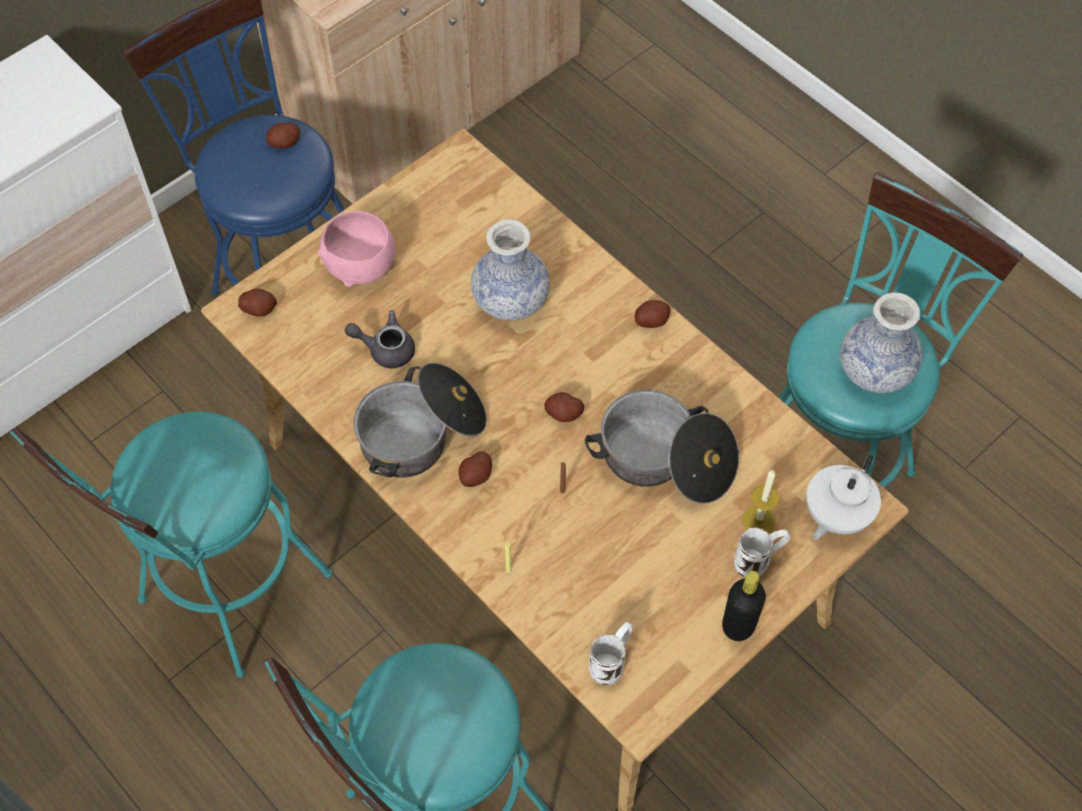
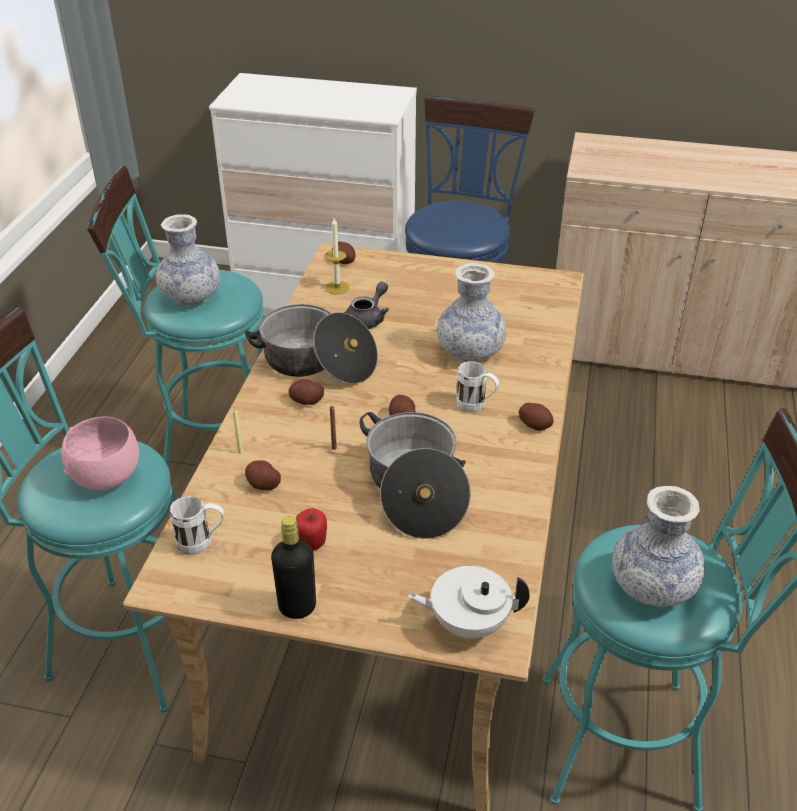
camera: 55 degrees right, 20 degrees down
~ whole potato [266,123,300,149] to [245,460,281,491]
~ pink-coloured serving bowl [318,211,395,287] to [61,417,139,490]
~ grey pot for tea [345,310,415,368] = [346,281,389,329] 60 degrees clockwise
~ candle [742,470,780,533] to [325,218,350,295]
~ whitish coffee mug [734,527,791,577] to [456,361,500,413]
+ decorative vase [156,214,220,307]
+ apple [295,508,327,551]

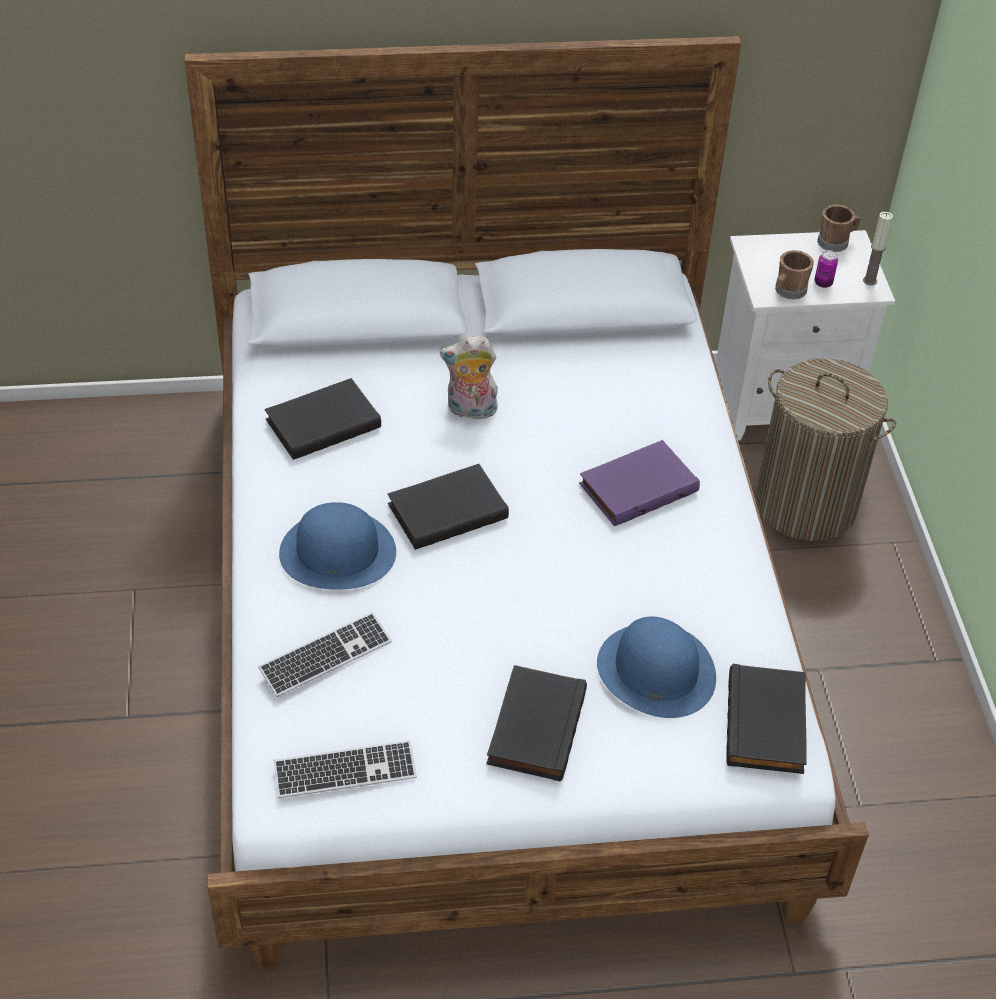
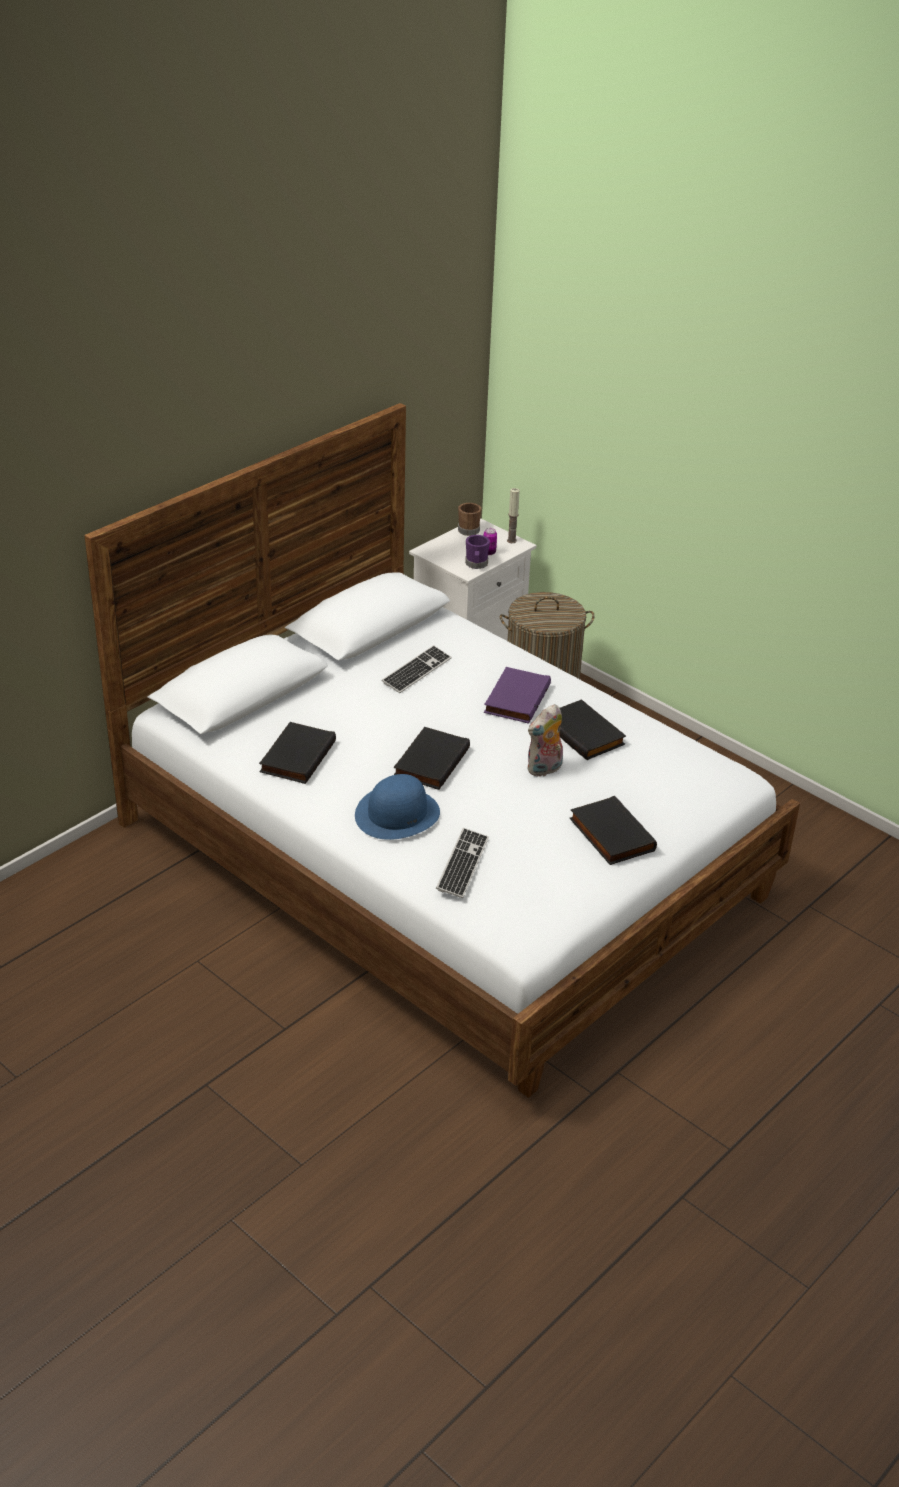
camera: 40 degrees left, 10 degrees down
~ brownish coffee mug [775,250,814,299] to purplish coffee mug [465,535,490,569]
~ plush toy [440,336,498,419] to [527,704,563,777]
- bluish hat [597,616,716,718]
~ blackish volume [726,664,807,774] to [559,699,626,760]
~ PC keyboard [274,740,417,798] to [382,645,452,693]

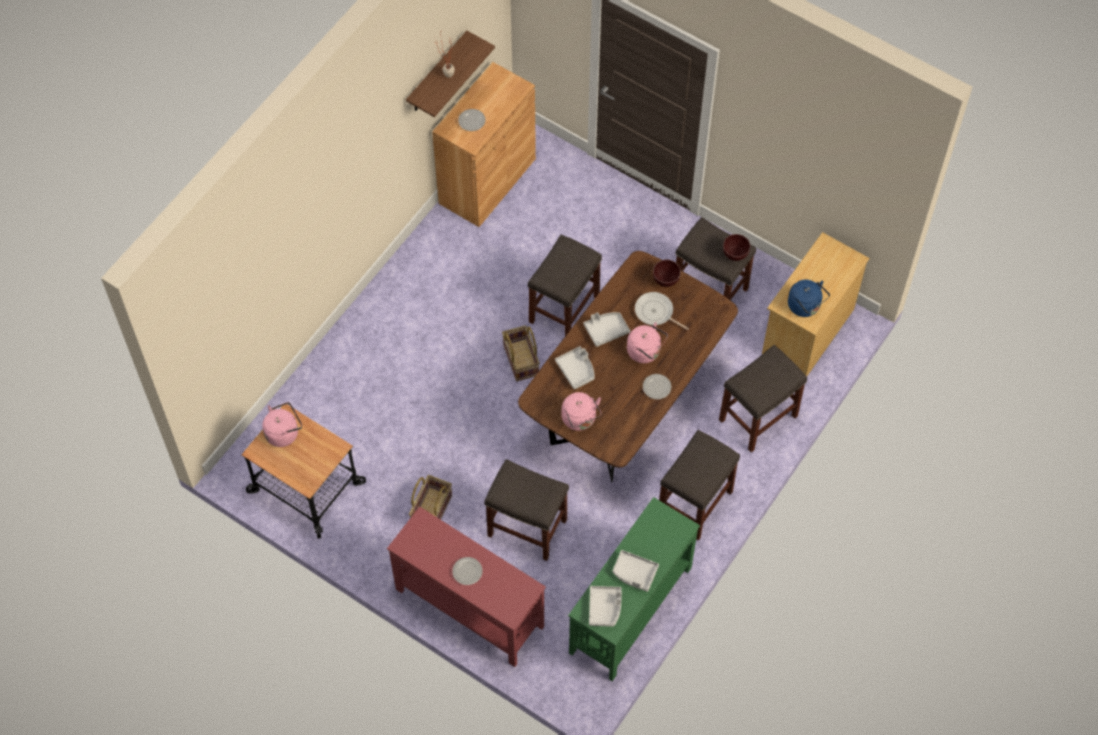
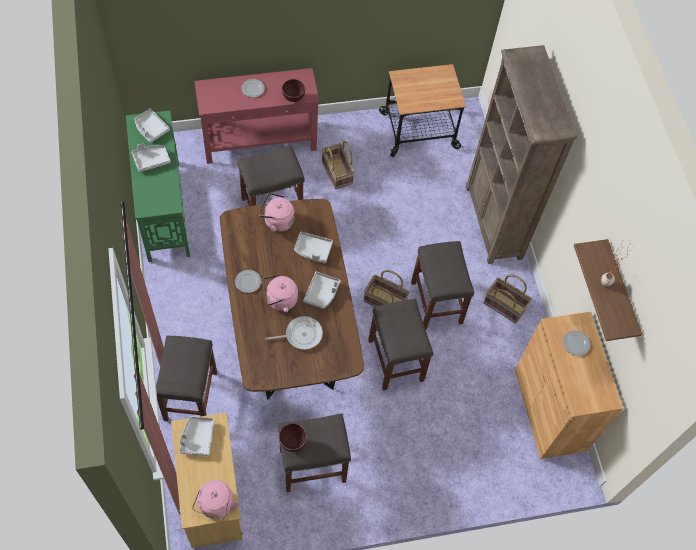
camera: 130 degrees right, 0 degrees up
~ brownish serving bowl [653,260,681,287] to [282,79,305,102]
~ bluish kettle [788,280,830,317] to grey serving tray [179,416,215,456]
~ pink-coloured kettle [262,402,302,447] to [192,480,239,519]
~ grey stool [659,430,740,541] to [411,241,474,330]
+ brownish bookshelf [466,45,577,264]
+ household basket [483,274,532,324]

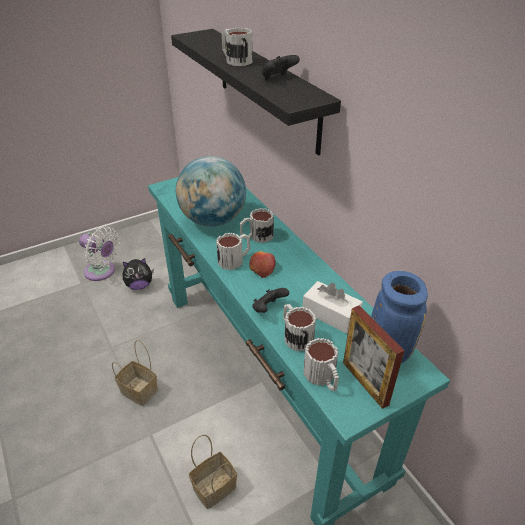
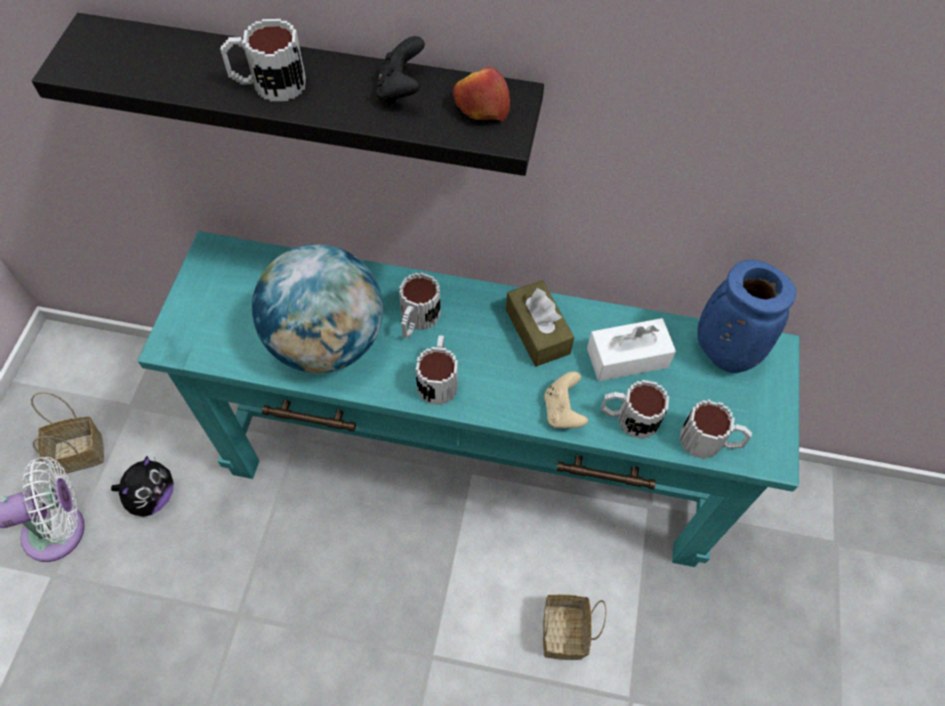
camera: 50 degrees left, 20 degrees up
~ apple [249,251,276,278] to [453,67,510,121]
~ blackish game controller [252,288,289,313] to beige-coloured game controller [544,371,588,429]
- standing frame [343,305,405,409]
~ household basket [112,340,158,406] to [31,392,104,474]
+ brownish tissue holder [506,280,574,367]

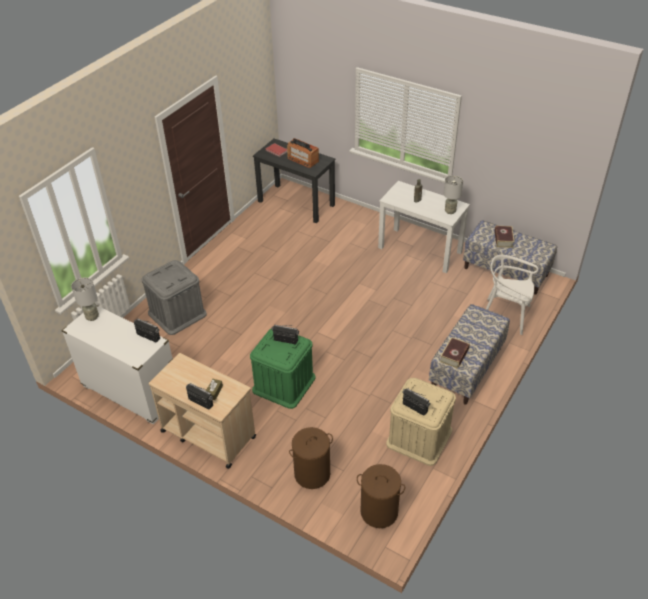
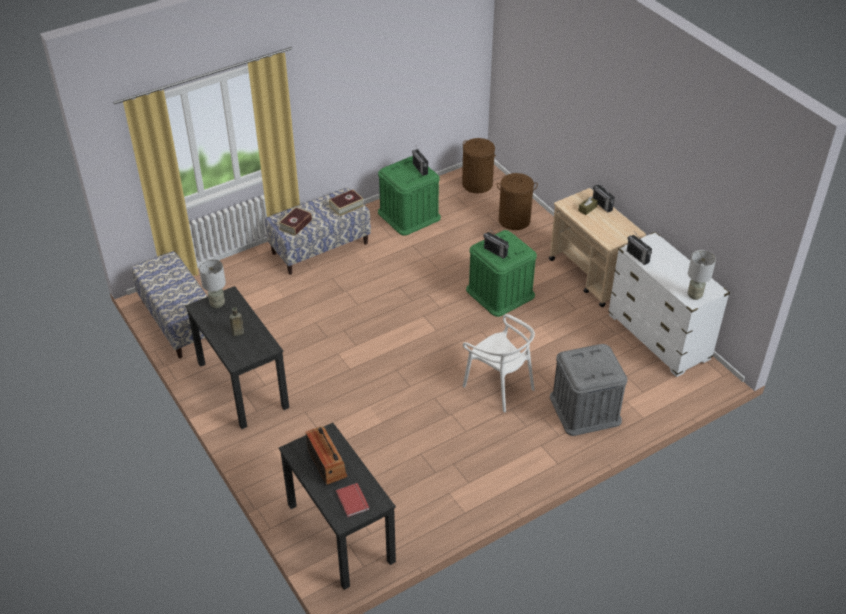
camera: 155 degrees left, 0 degrees up
~ whitish desk table [378,181,470,273] to blackish desk table [185,286,289,429]
~ volume [495,226,515,248] to [278,207,312,236]
~ whitish upright chair [486,255,539,335] to [463,314,535,412]
~ beige-coloured storage box [386,378,456,466] to green storage box [378,156,441,236]

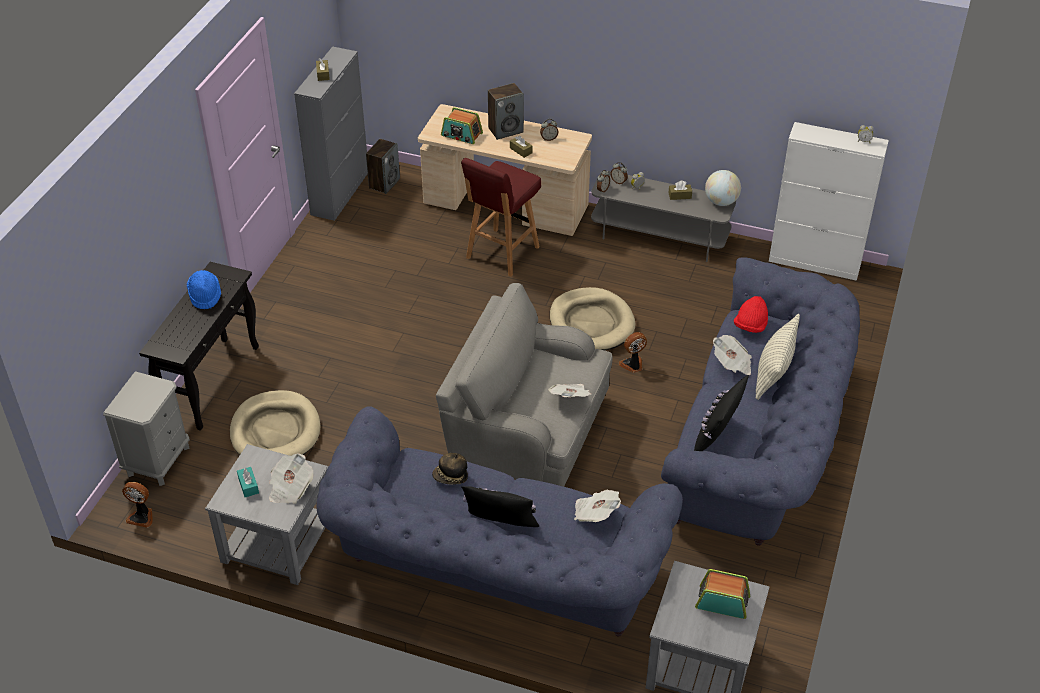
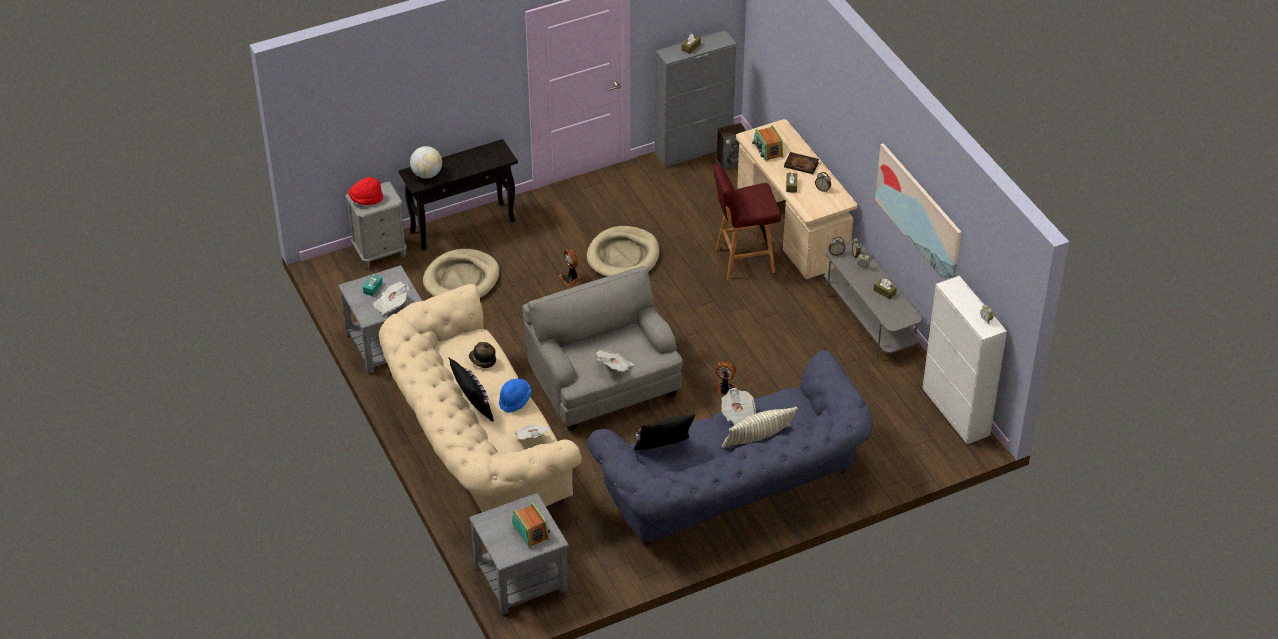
camera: 45 degrees right, 0 degrees up
~ audio speaker [488,83,524,140] to volume [784,152,819,174]
~ globe [705,170,741,206] to [410,146,442,179]
~ bluish hat [187,270,221,309] to [499,379,531,413]
~ beige-coloured dog bed [550,287,635,350] to [587,226,660,277]
~ reddish hat [734,296,768,333] to [349,177,383,205]
~ bluish sofa [316,406,683,637] to beige-coloured sofa [379,284,582,512]
~ fan [122,482,153,528] to [559,249,580,287]
+ wall art [875,143,962,281]

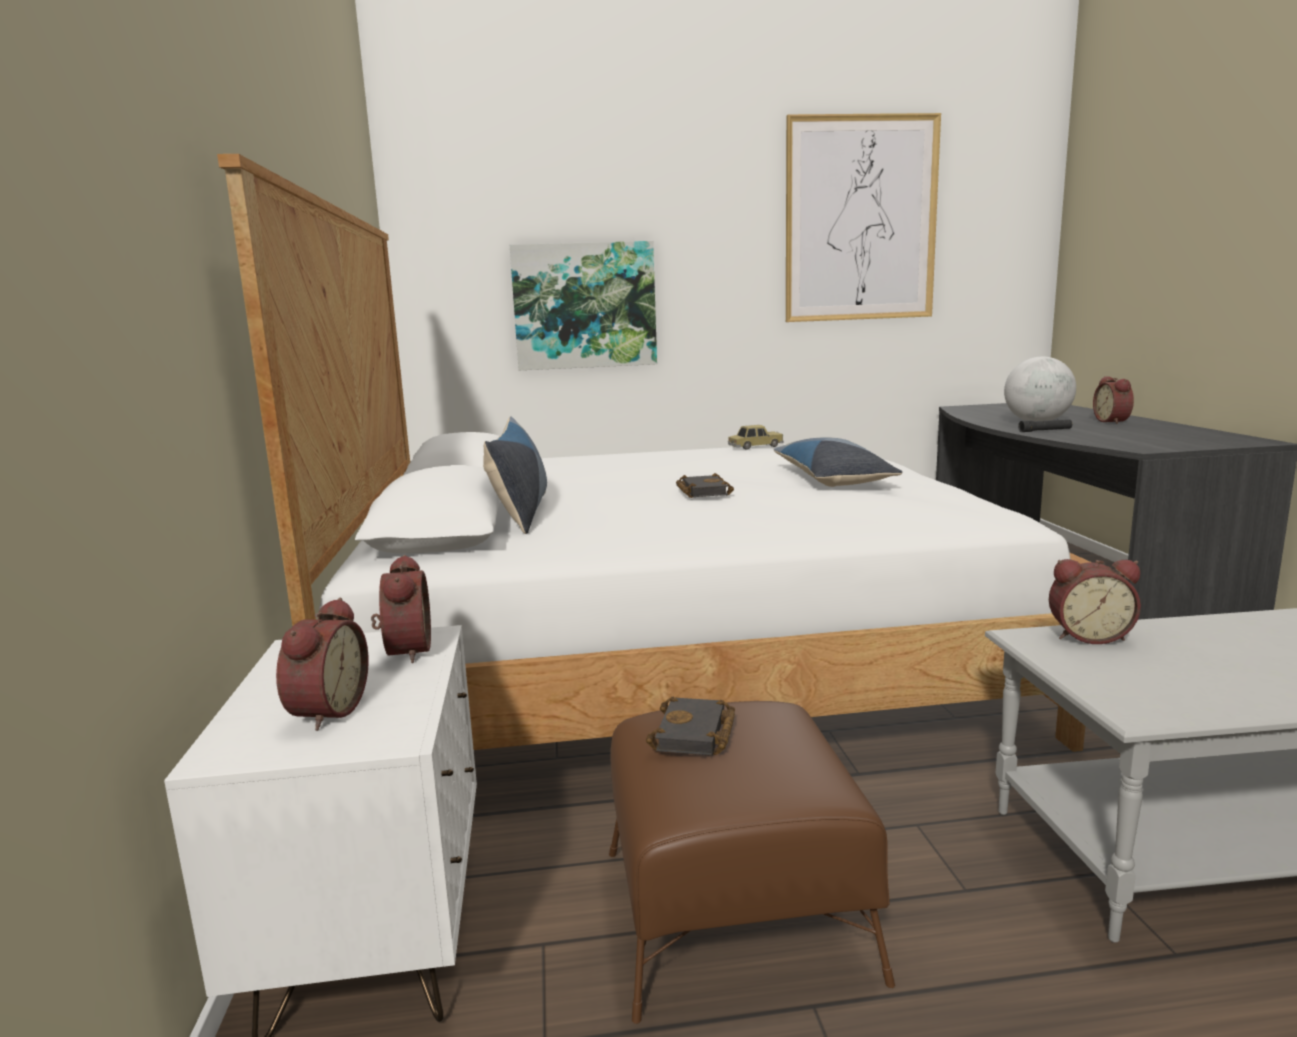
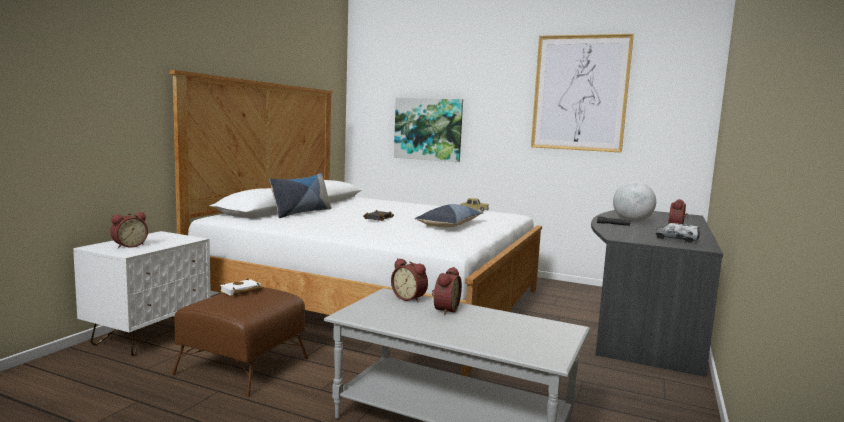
camera: 30 degrees right, 5 degrees down
~ bedside clock [371,555,431,663] to [432,267,462,315]
~ blackish volume [646,697,735,756] to whitish volume [220,278,262,296]
+ toy truck [656,223,700,243]

